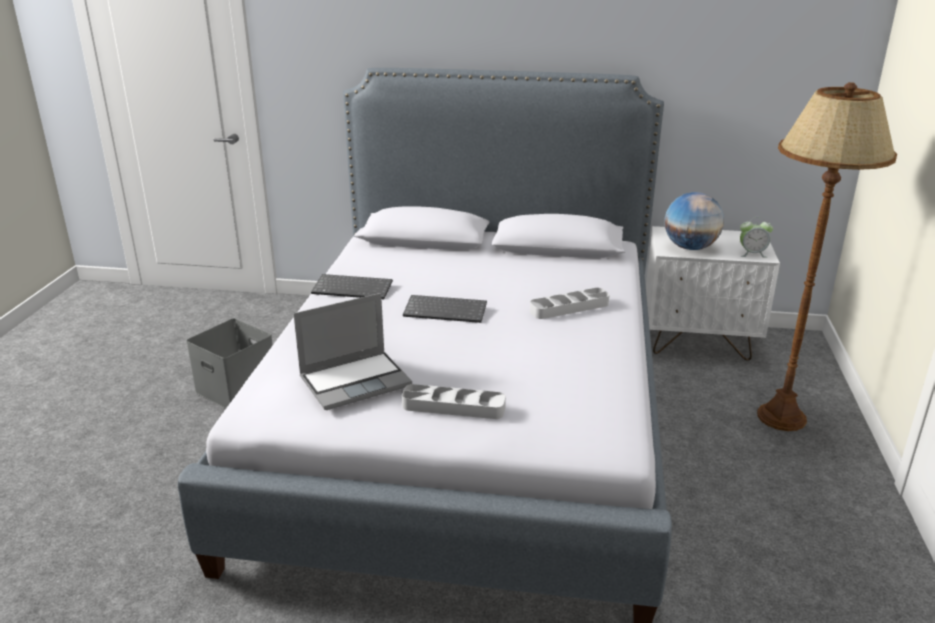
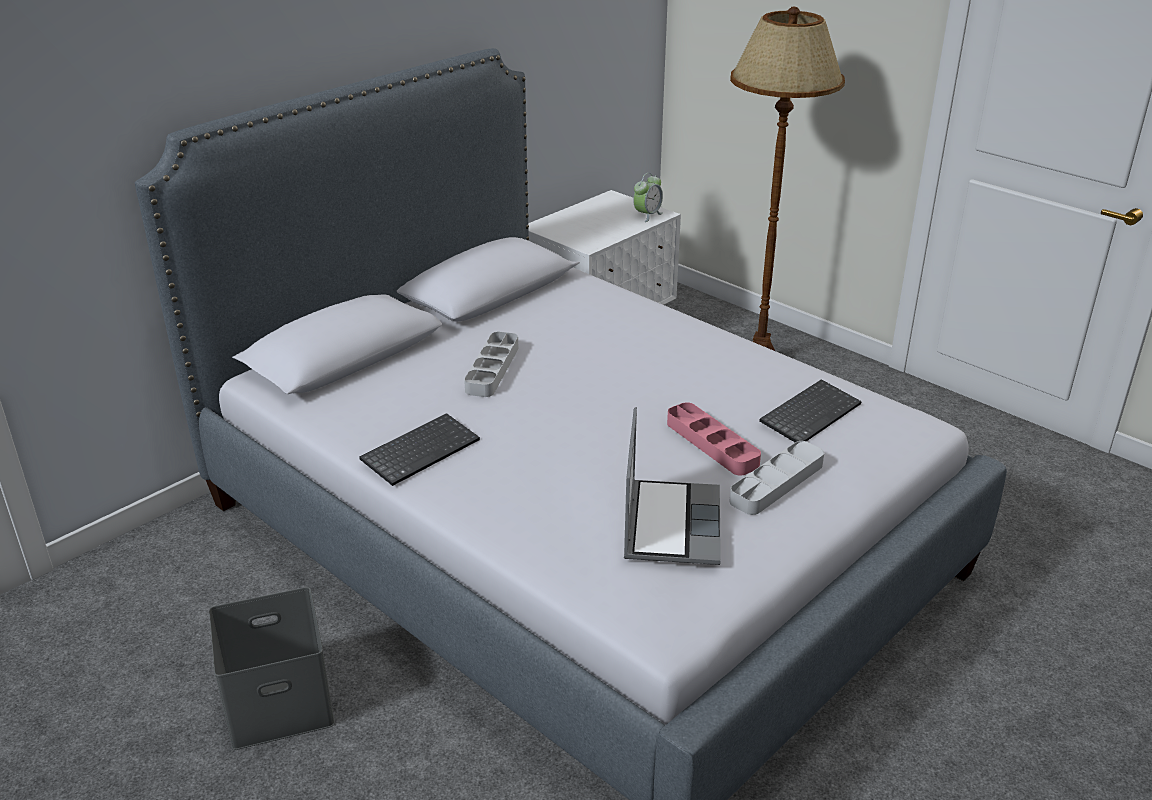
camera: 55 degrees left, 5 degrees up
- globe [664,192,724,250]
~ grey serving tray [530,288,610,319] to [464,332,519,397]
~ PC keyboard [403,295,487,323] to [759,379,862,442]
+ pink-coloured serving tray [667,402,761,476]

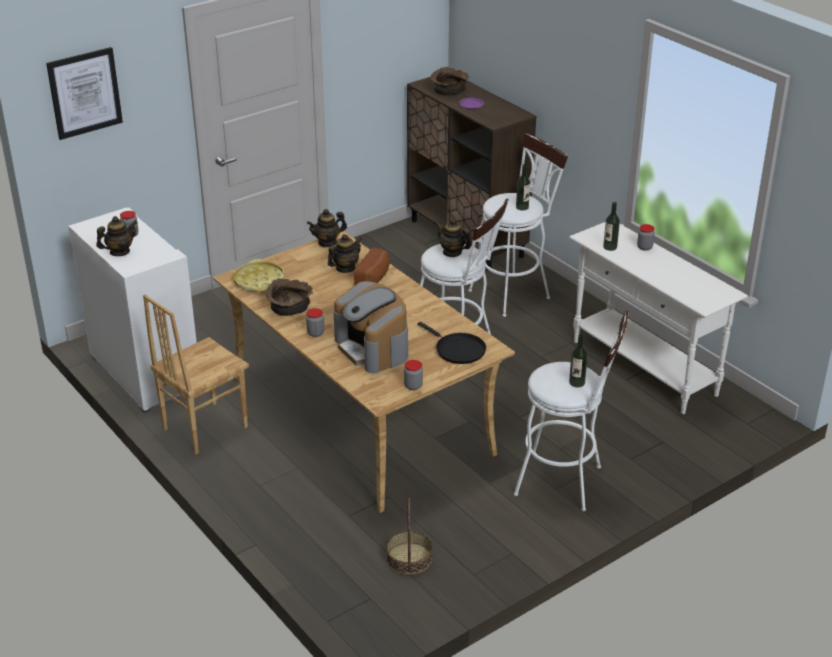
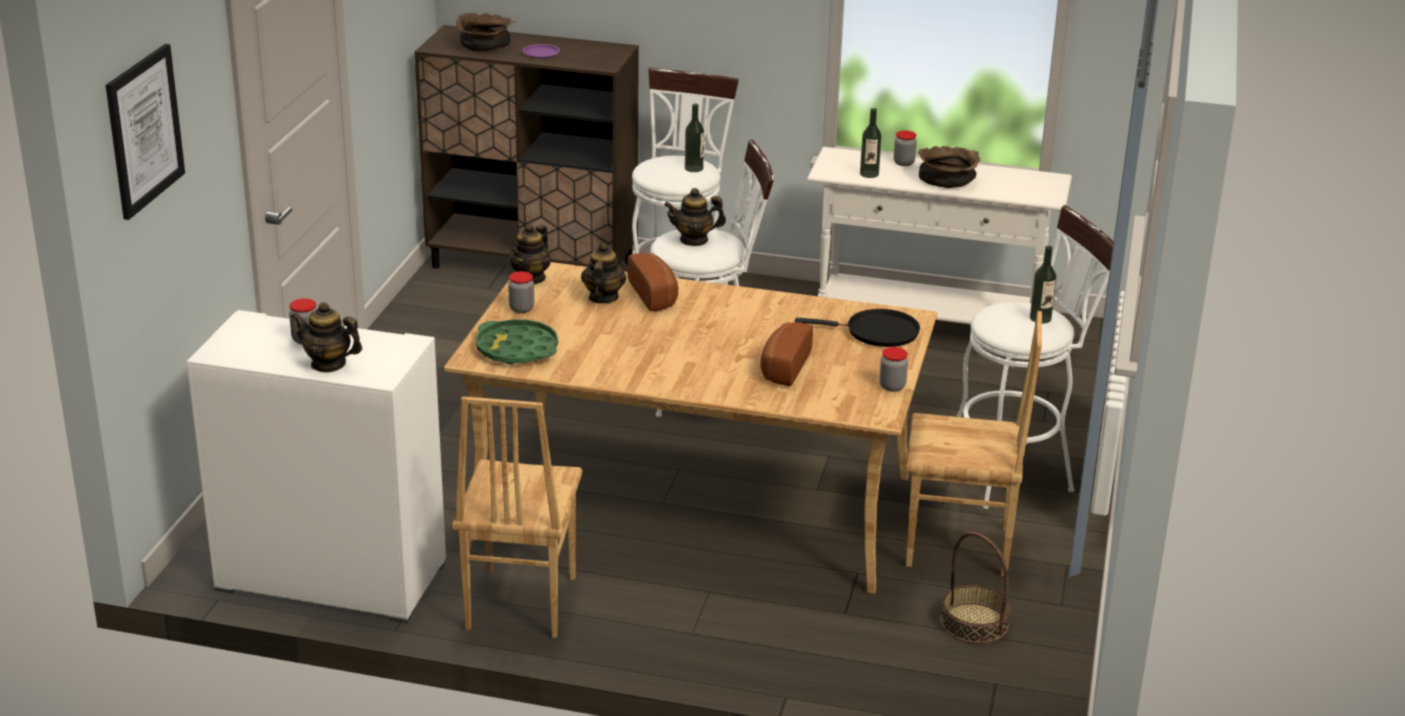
camera: 40 degrees left, 5 degrees down
~ pot for tea [96,216,137,256] = [291,302,363,373] 90 degrees counterclockwise
~ yellow-coloured serving tray [233,259,285,291] to green serving tray [476,319,558,365]
~ brownish serving bowl [265,278,313,316] to [918,146,980,188]
~ coffee brewer [334,281,408,373] to bread [760,322,813,386]
~ jar [306,308,324,337] to [508,271,534,313]
+ brownish upright chair [906,311,1042,577]

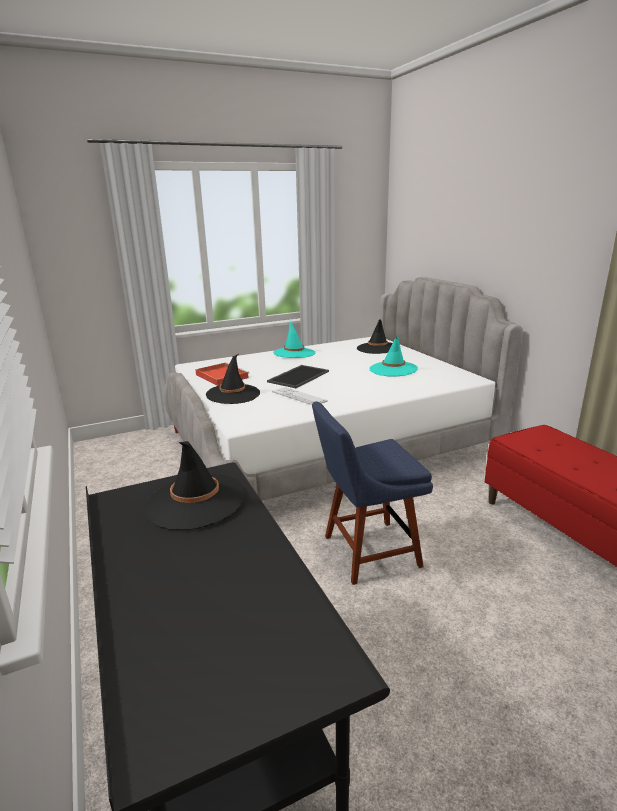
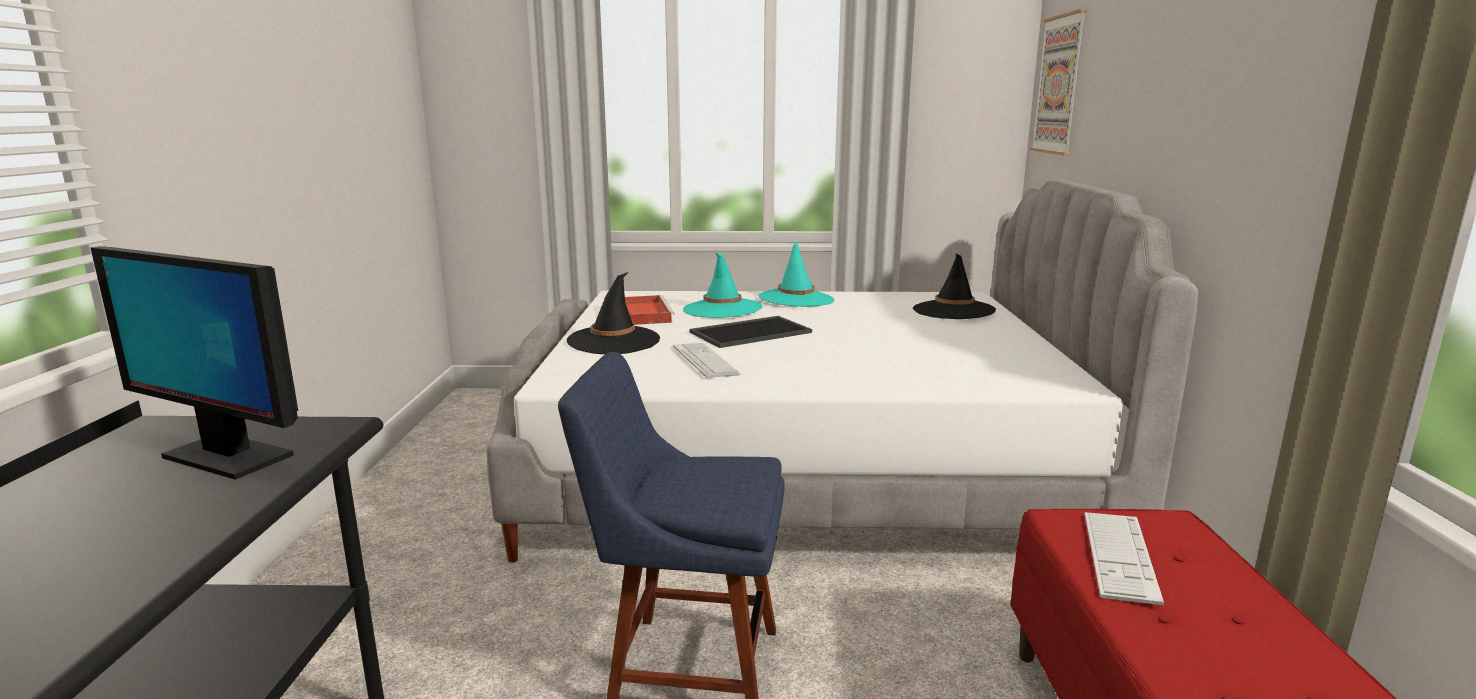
camera: 25 degrees right, 5 degrees down
~ turquoise-coloured hat [369,337,418,377] to [683,252,762,318]
~ blackish hat [145,441,246,530] to monitor [91,246,298,480]
+ wall art [1030,8,1087,155]
+ PC keyboard [1085,512,1164,605]

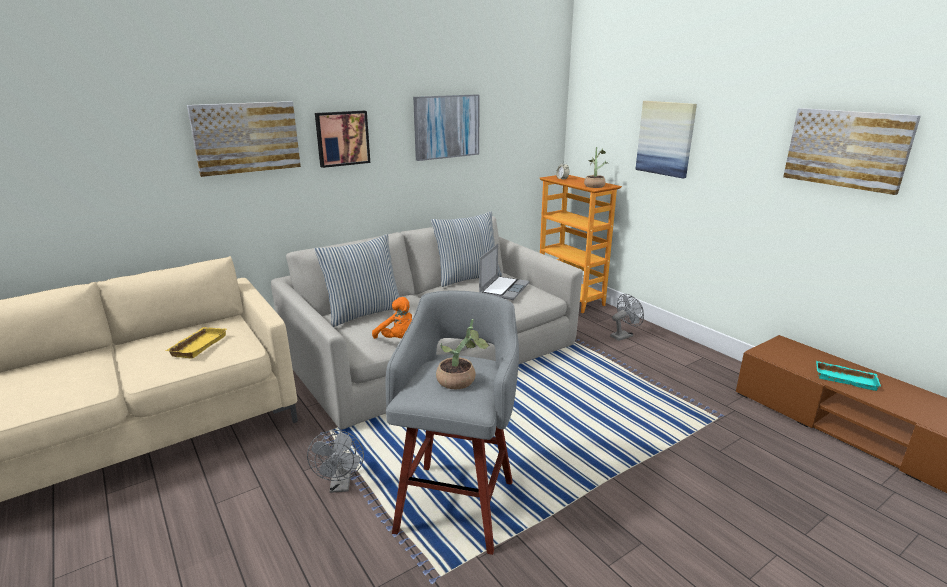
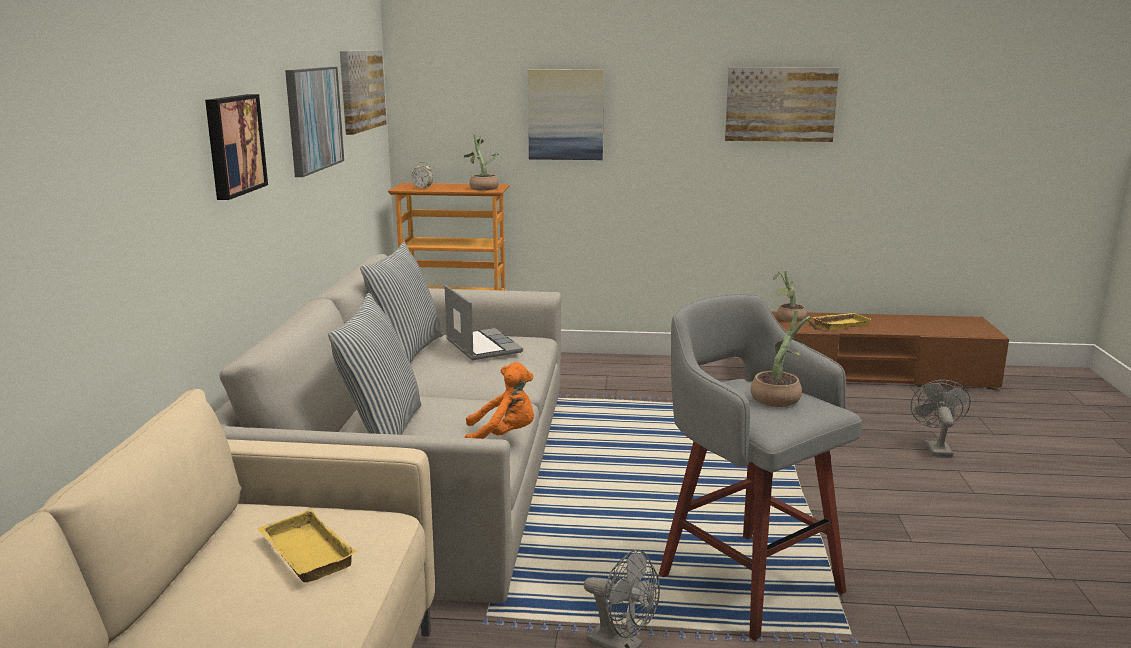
camera: 50 degrees left, 5 degrees down
~ wall art [187,101,301,177] to [340,50,387,135]
~ grey fan [610,294,644,341] to [911,380,971,457]
~ turquoise-coloured serving tray [816,361,881,391] to yellow-coloured serving tray [812,313,871,330]
+ houseplant [773,271,807,322]

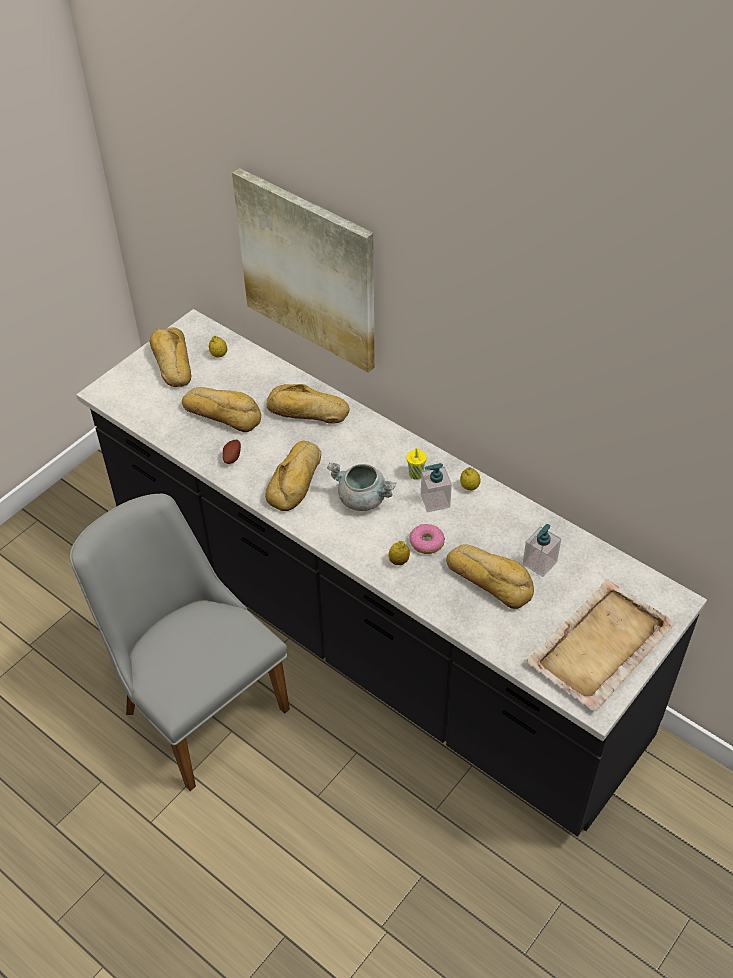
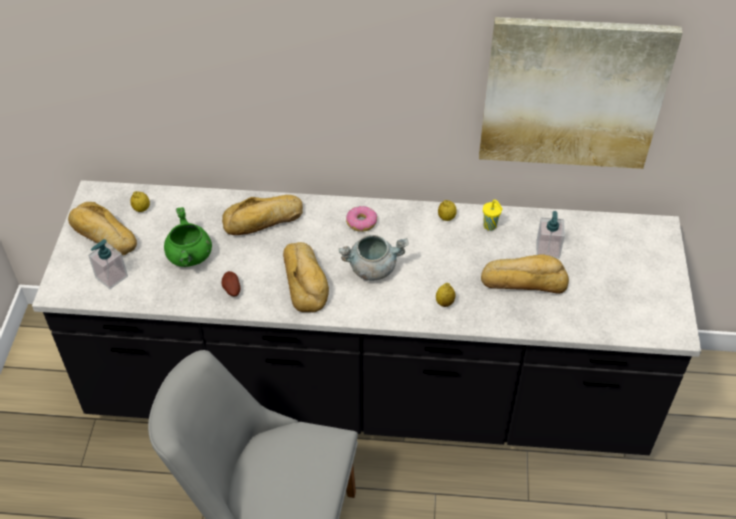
camera: 35 degrees left, 0 degrees up
~ wall art [232,168,375,373] to [479,17,683,169]
~ bread [182,387,261,432] to green saucepot [164,207,212,267]
~ yellow-coloured small cup [406,448,427,480] to [483,200,503,231]
~ soap bottle [421,463,452,512] to [88,239,128,289]
~ doughnut [410,524,445,554] to [346,206,377,232]
- beige-coloured serving tray [526,579,676,711]

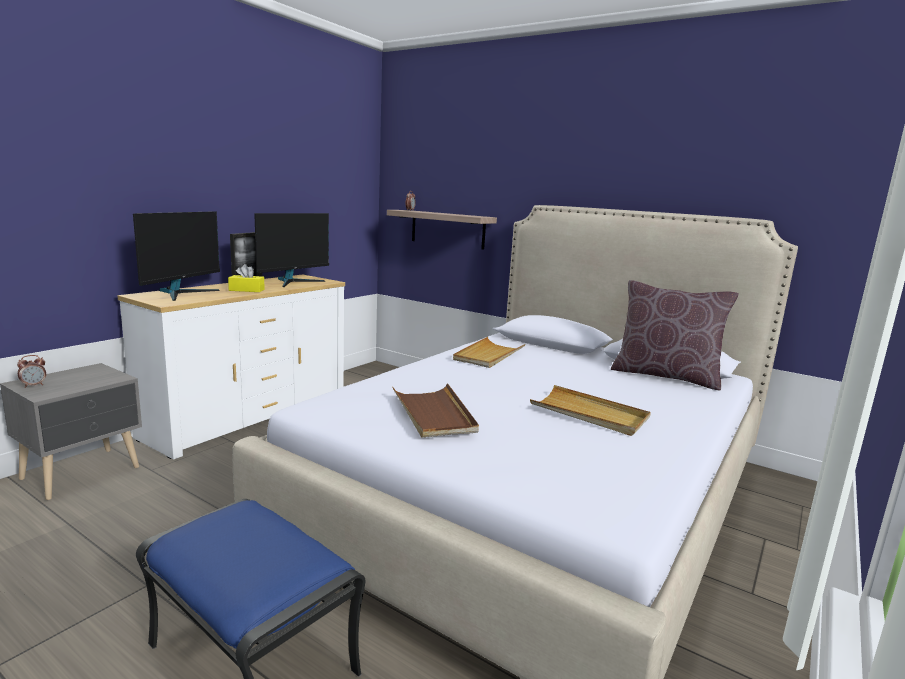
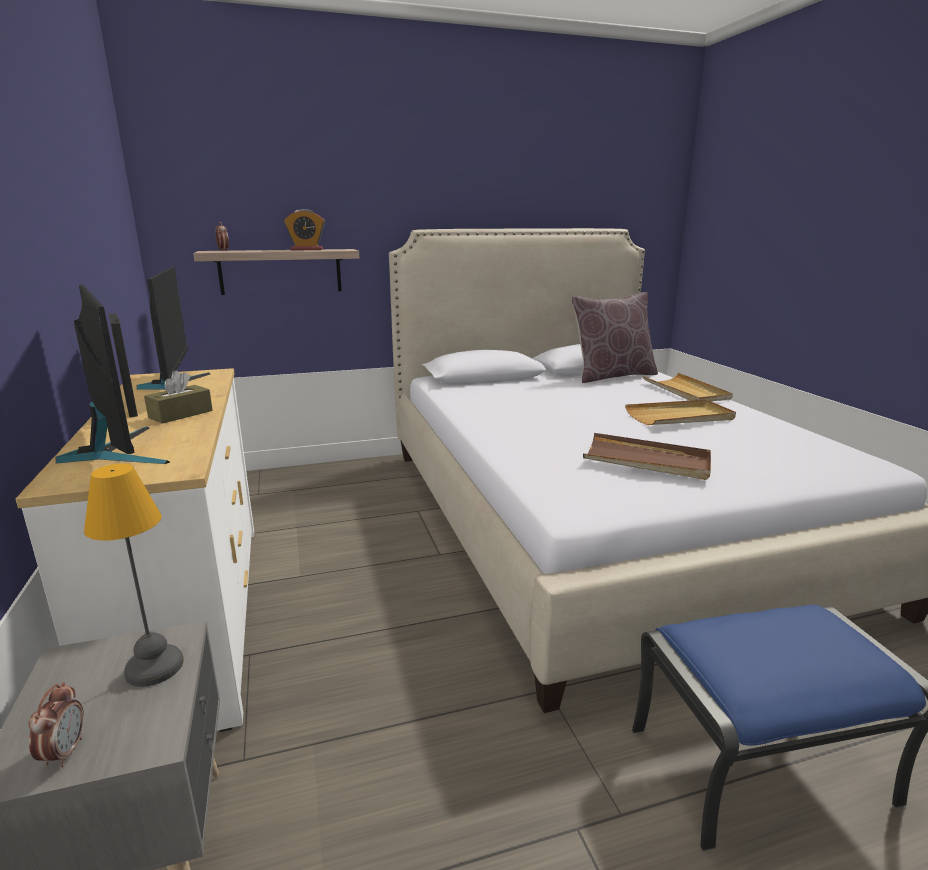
camera: 50 degrees left, 5 degrees up
~ yellow-coloured tissue holder [228,264,265,292] to brownish tissue holder [144,371,213,424]
~ beige-coloured serving tray [453,337,526,368] to [643,373,733,401]
+ bedside clock [284,209,325,250]
+ lamp for a table [84,464,184,687]

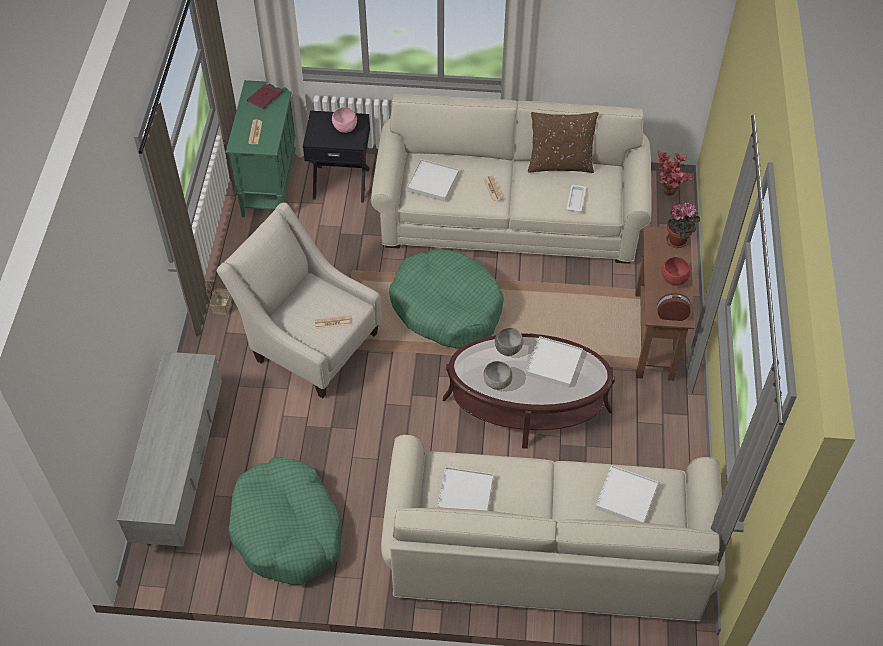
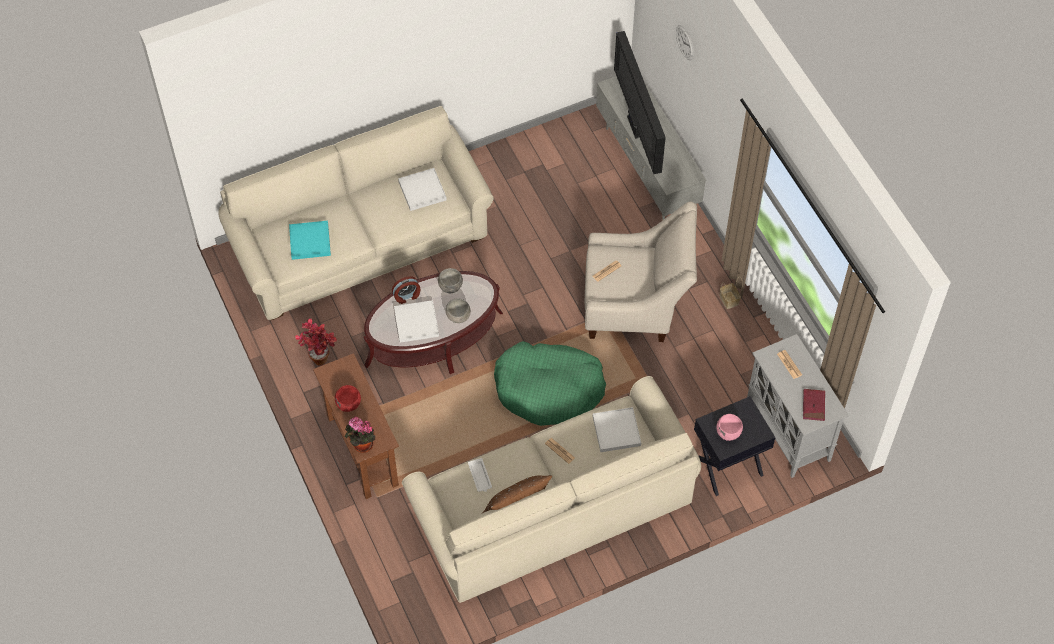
camera: 150 degrees right, 5 degrees up
~ green cabinet [226,80,296,217] to grey cabinet [747,334,849,478]
~ houseplant [656,151,692,196] to [295,319,337,366]
~ bedside clock [658,293,691,321] to [392,276,421,304]
- green dog bed [228,457,342,585]
~ whitish serving tray [595,465,658,523] to turquoise-coloured serving tray [289,221,331,260]
+ wall clock [676,25,694,60]
+ television [614,31,666,174]

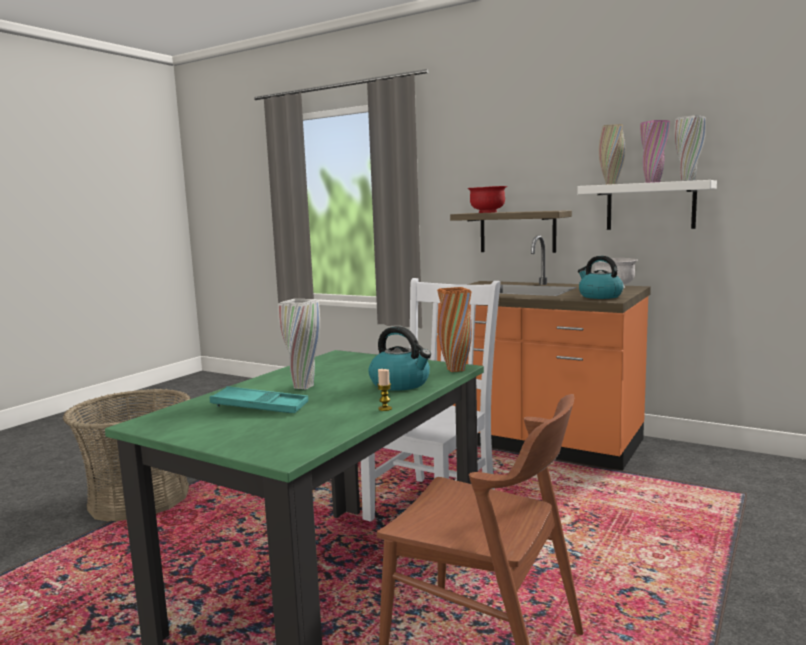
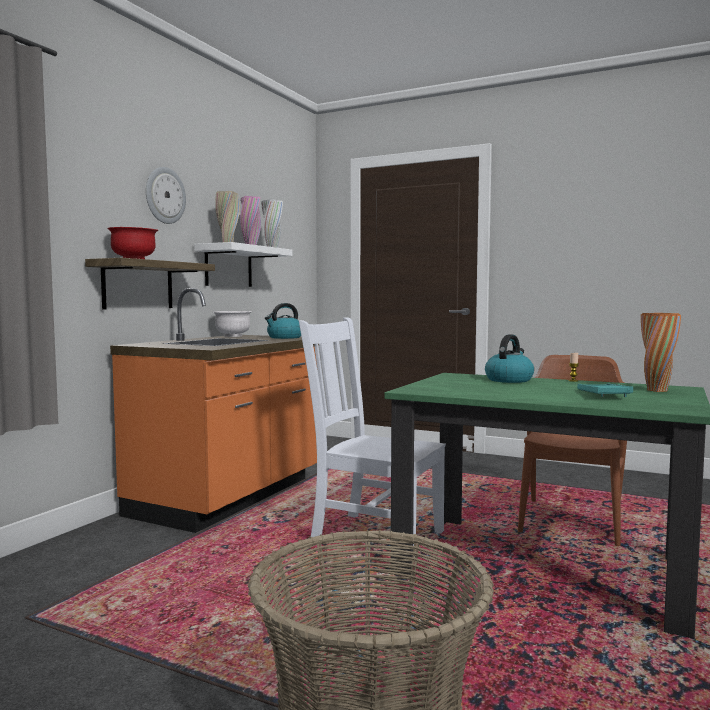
camera: 95 degrees left, 5 degrees down
~ orange decorative vase [437,287,472,372] to [641,313,681,392]
- whitish decorative vase [278,299,320,390]
+ wall clock [146,167,186,224]

